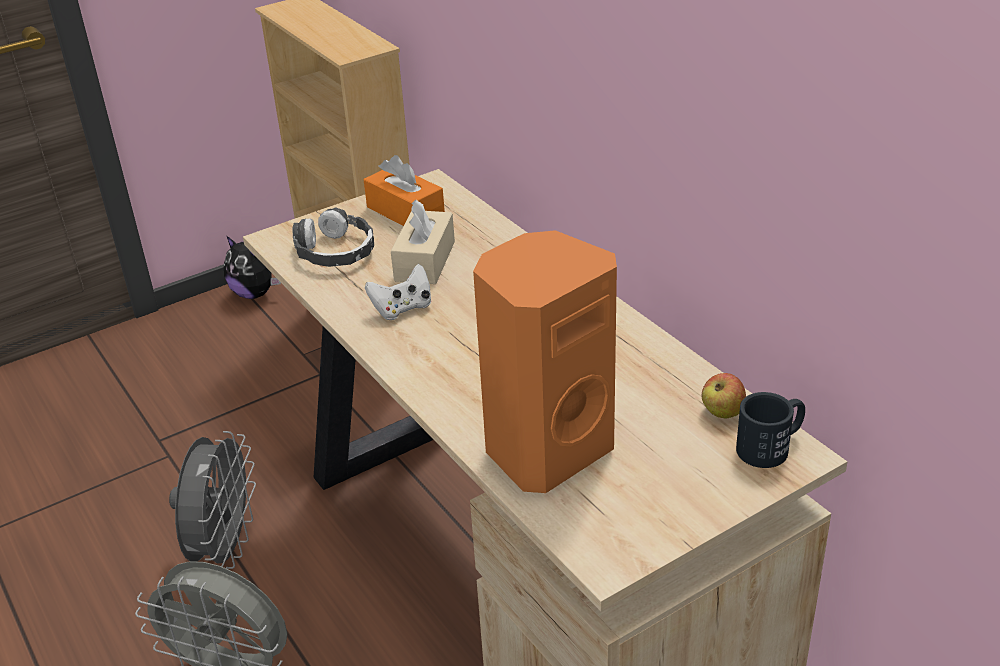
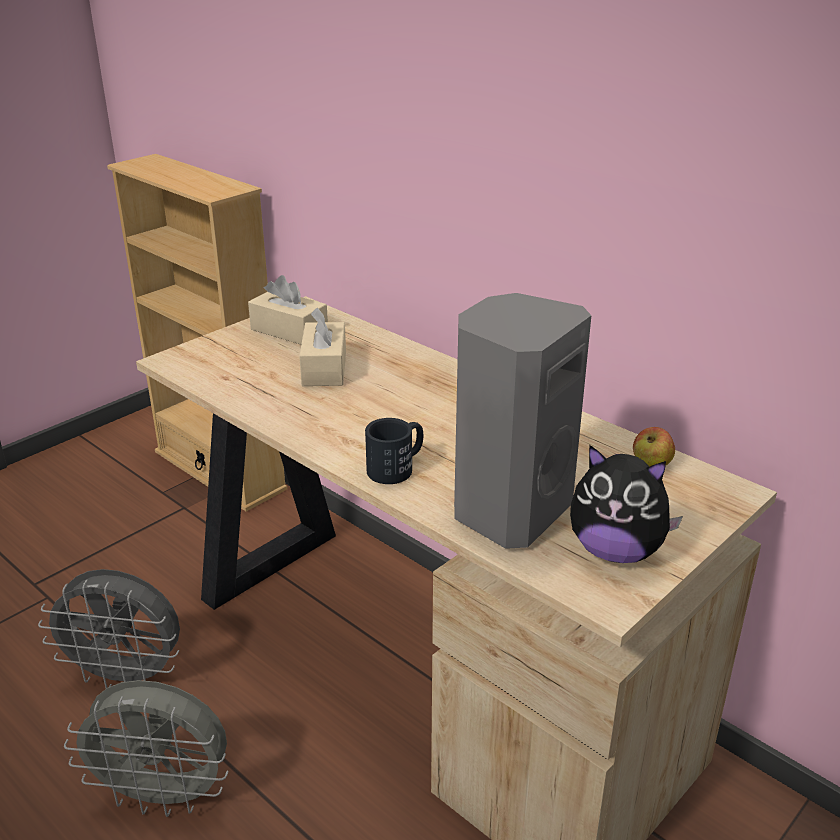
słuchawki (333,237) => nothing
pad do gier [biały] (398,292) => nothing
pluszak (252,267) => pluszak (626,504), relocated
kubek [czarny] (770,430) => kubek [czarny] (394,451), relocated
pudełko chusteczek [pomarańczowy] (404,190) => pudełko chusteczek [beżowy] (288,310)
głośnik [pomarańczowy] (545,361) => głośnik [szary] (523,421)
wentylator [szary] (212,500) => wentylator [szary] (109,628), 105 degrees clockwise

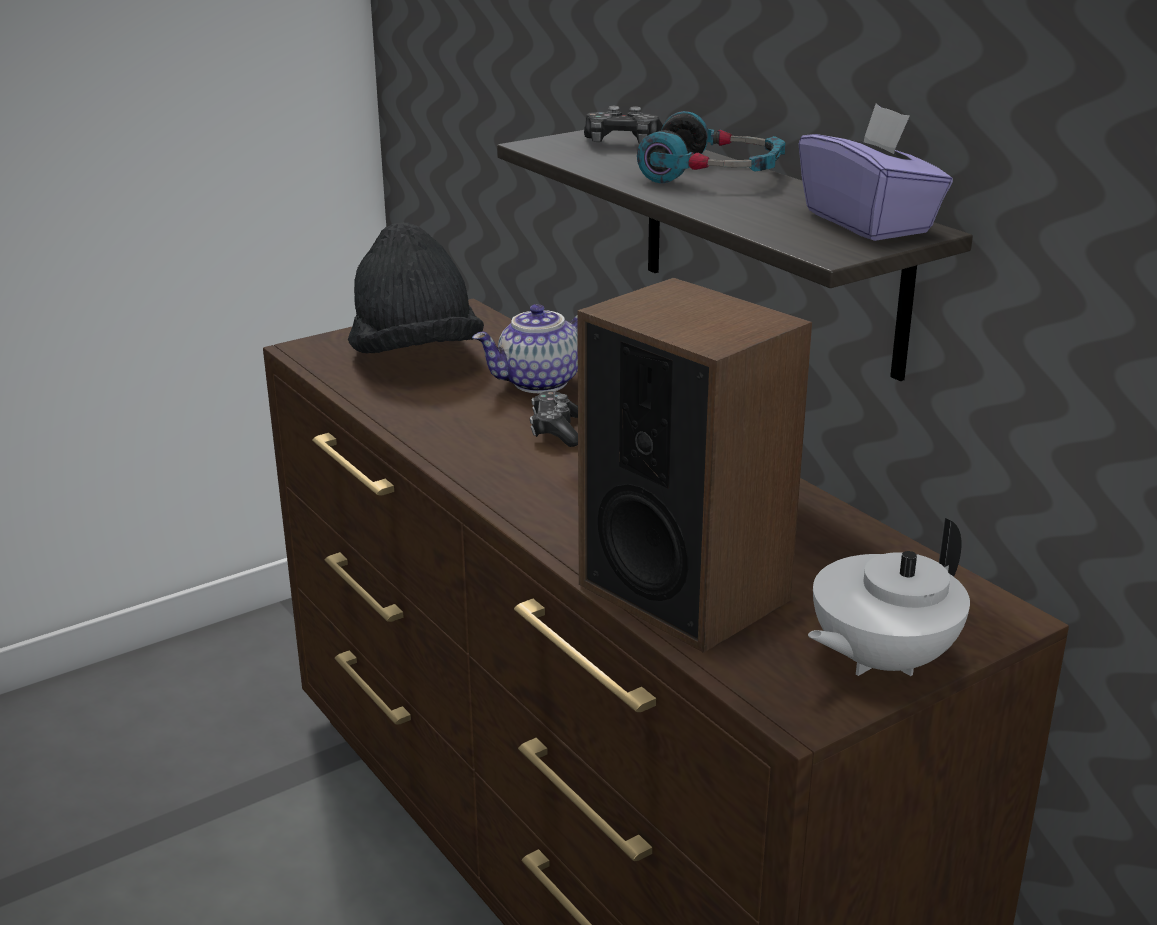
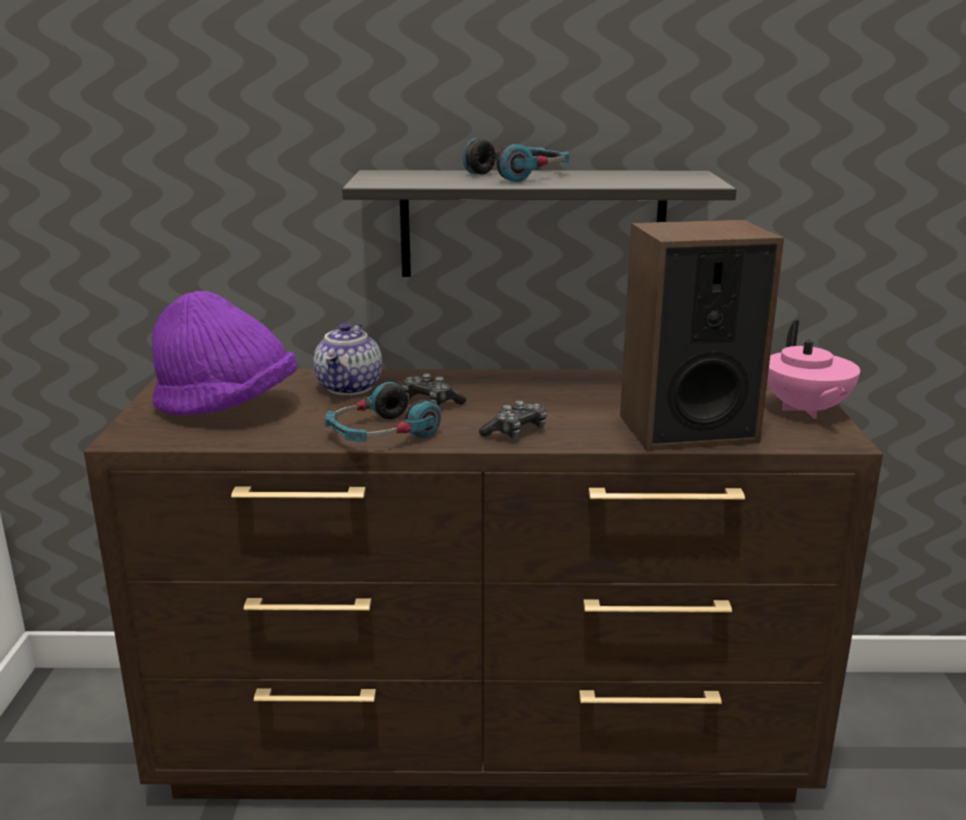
pudełko chusteczek [fioletowy] (876,172) => nothing
nothing => słuchawki (383,412)
pad do gier (623,125) => pad do gier (513,420), relocated
kapelusz [czarny] (416,288) => kapelusz [fioletowy] (224,353)
imbryk [biały] (889,597) => imbryk [różowy] (813,369)

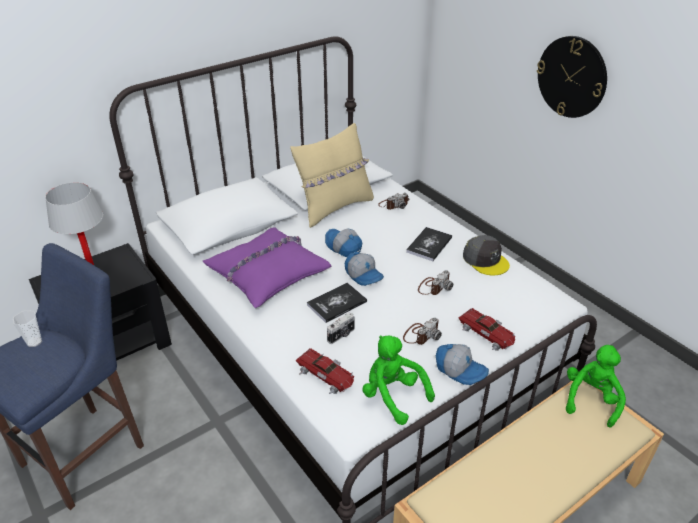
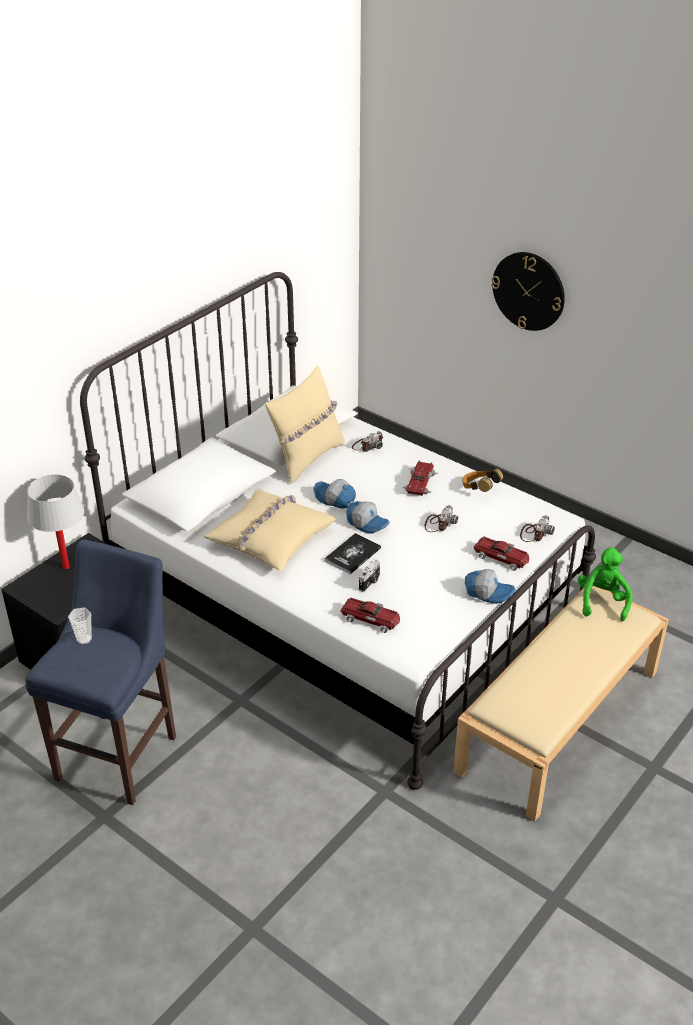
pluszak [zielony] (398,380) => nothing
aparat fotograficzny (422,331) => aparat fotograficzny (537,528), relocated
książka (429,244) => samochodzik (420,478)
czapka z daszkiem [szary] (486,255) => słuchawki (482,480)
poduszka [fioletowy] (267,267) => poduszka [beżowy] (270,531)

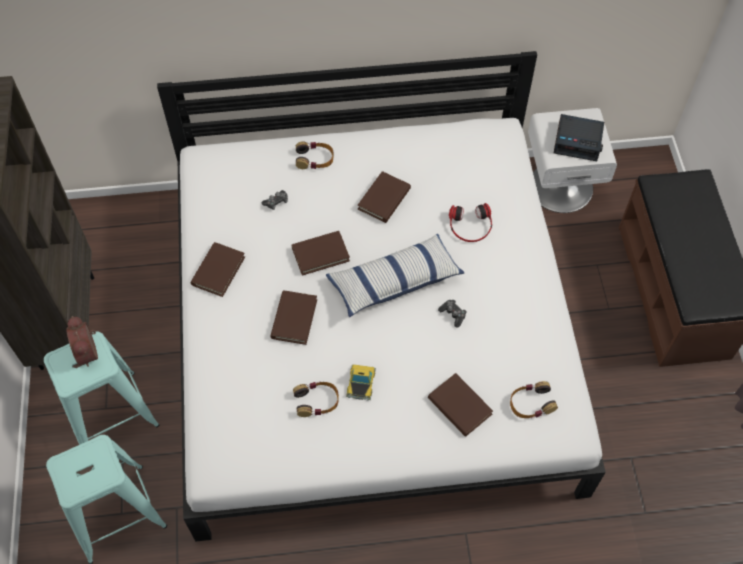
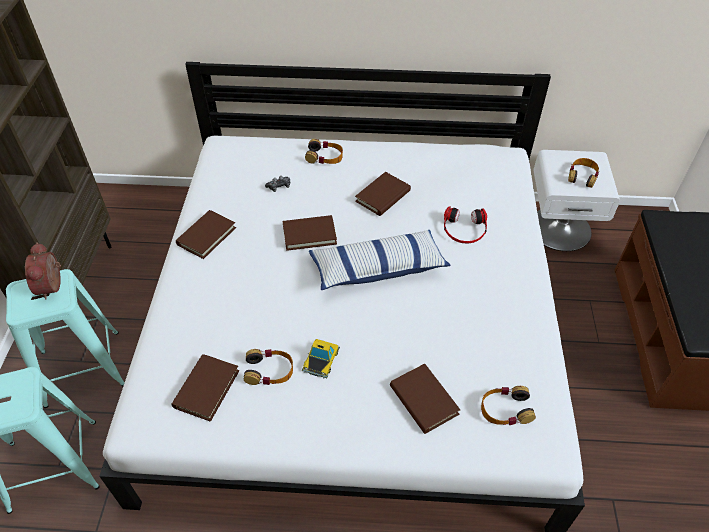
pad do gier (452,314) => nothing
książka [brązowy] (293,317) => książka [brązowy] (205,388), relocated
budzik (579,137) => słuchawki (583,173)

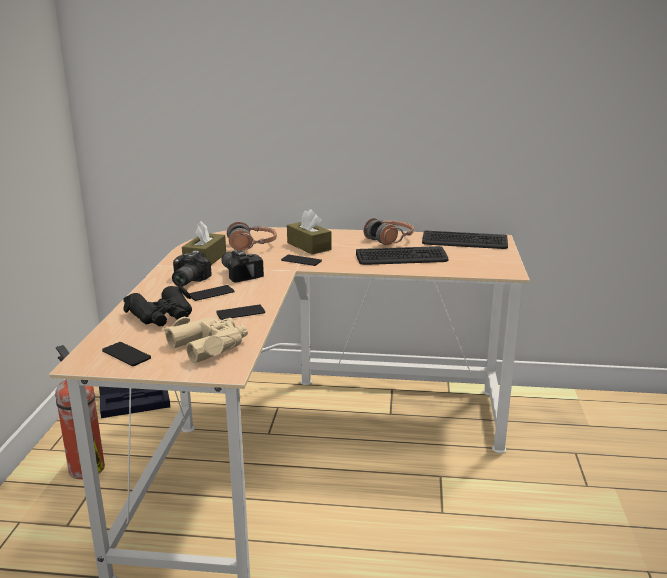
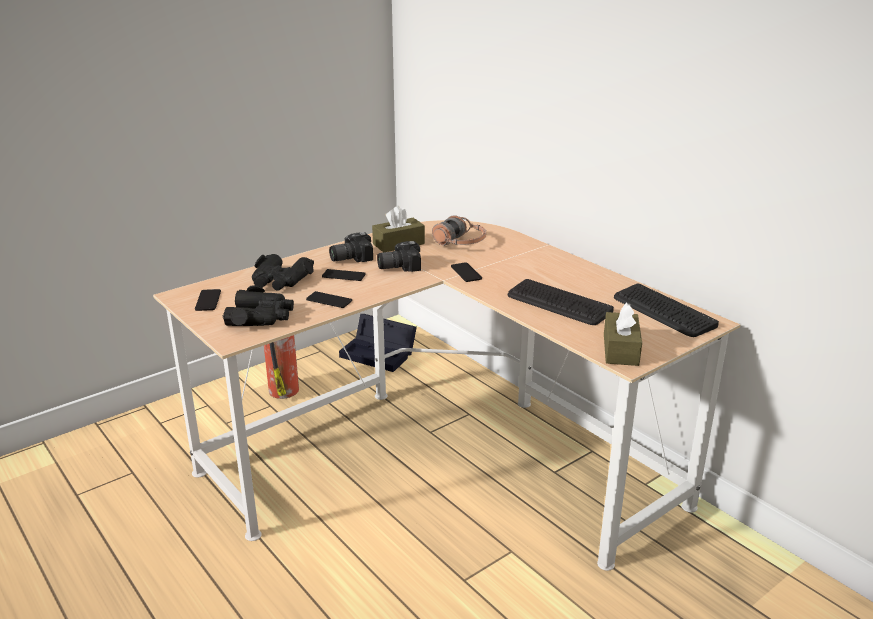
słuchawki (389,231) => nothing
pudełko chusteczek [brązowy] (309,231) => pudełko chusteczek [brązowy] (623,334), relocated
lornetka [beżowy] (206,340) => lornetka [czarny] (258,305)
aparat fotograficzny (242,266) => aparat fotograficzny (399,256), 120 degrees counterclockwise

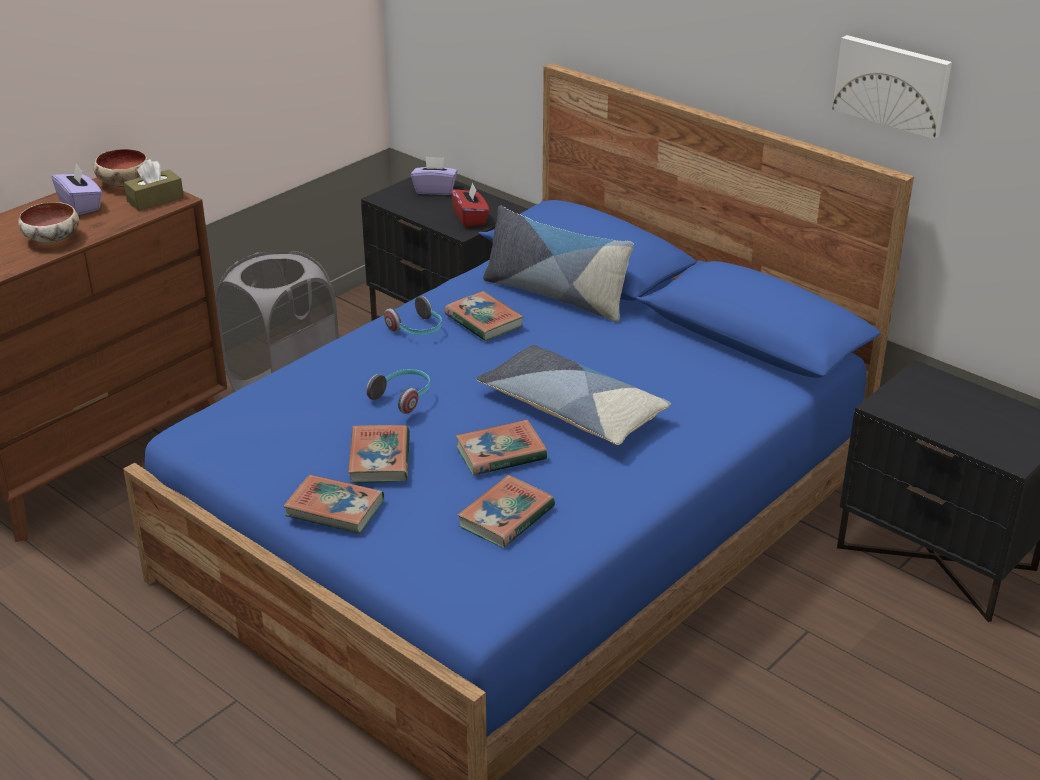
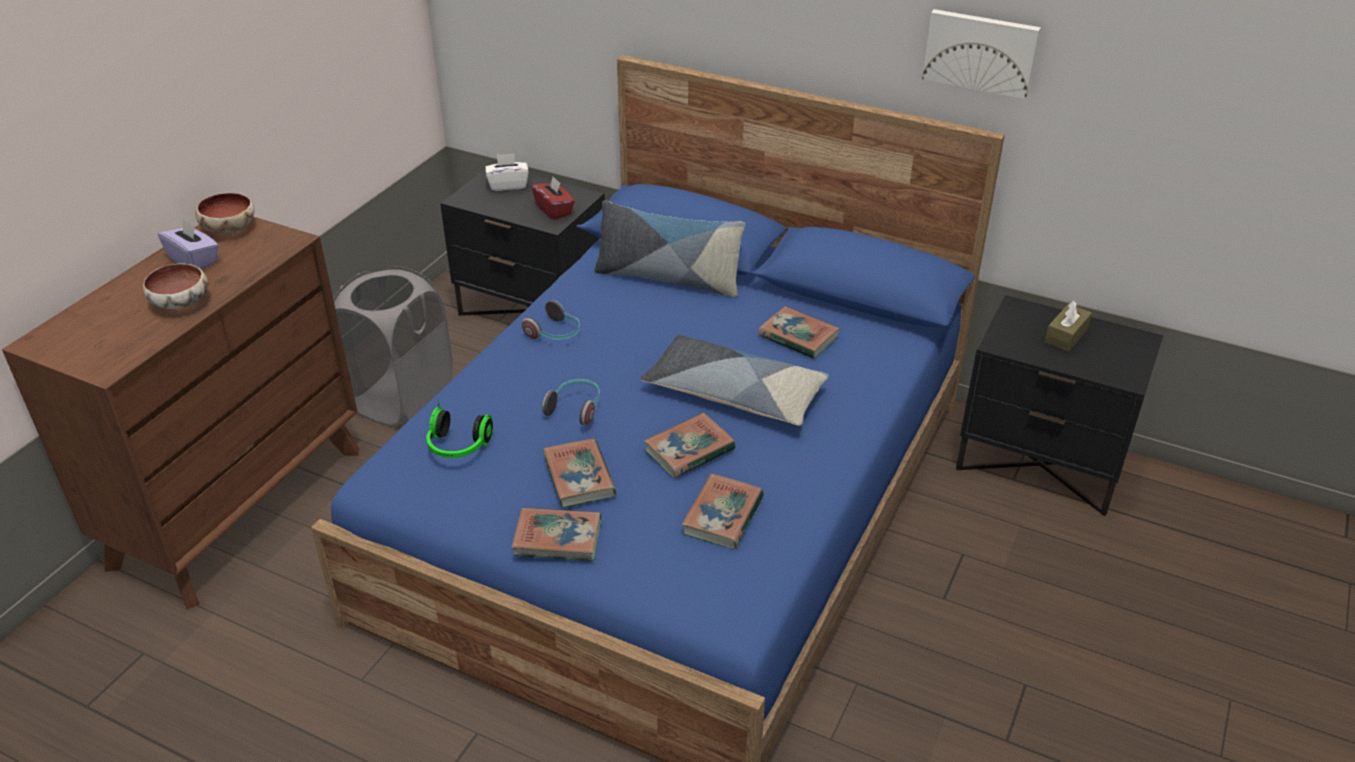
nothing => słuchawki (459,429)
pudełko chusteczek [brązowy] (154,185) => pudełko chusteczek [brązowy] (1068,326), relocated
książka (484,316) => książka (799,332), relocated
pudełko chusteczek [fioletowy] (434,176) => pudełko chusteczek [biały] (507,172)

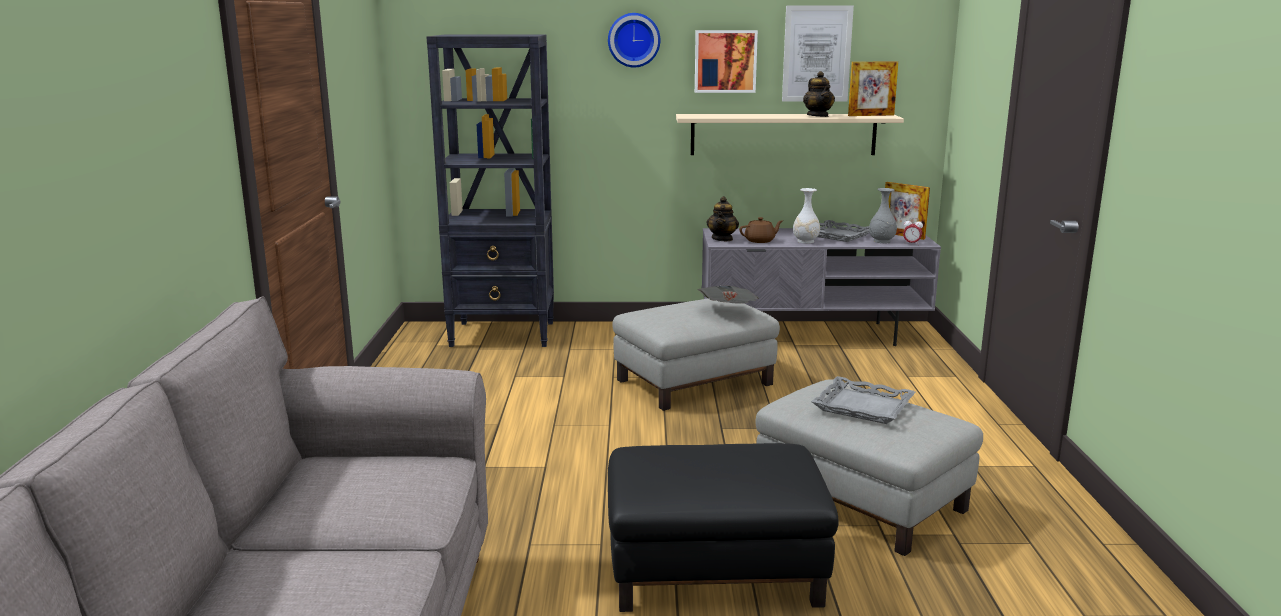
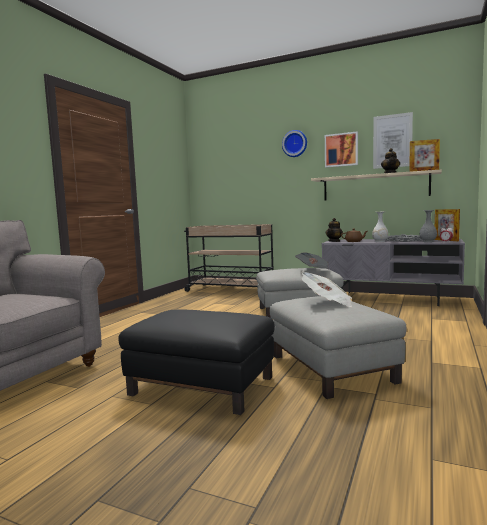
regał [czarny] (490,191) => wózek [beżowy] (228,258)
taca [szary] (863,400) => gazeta (326,289)

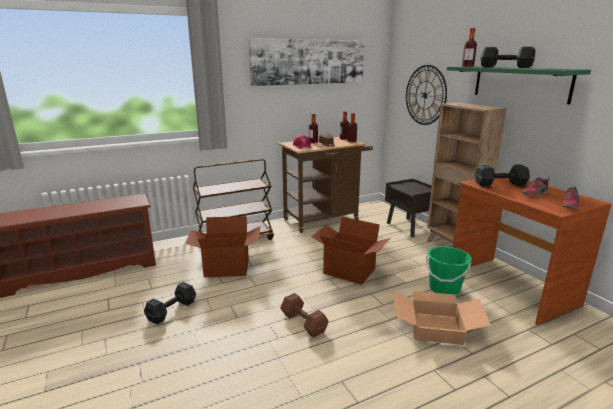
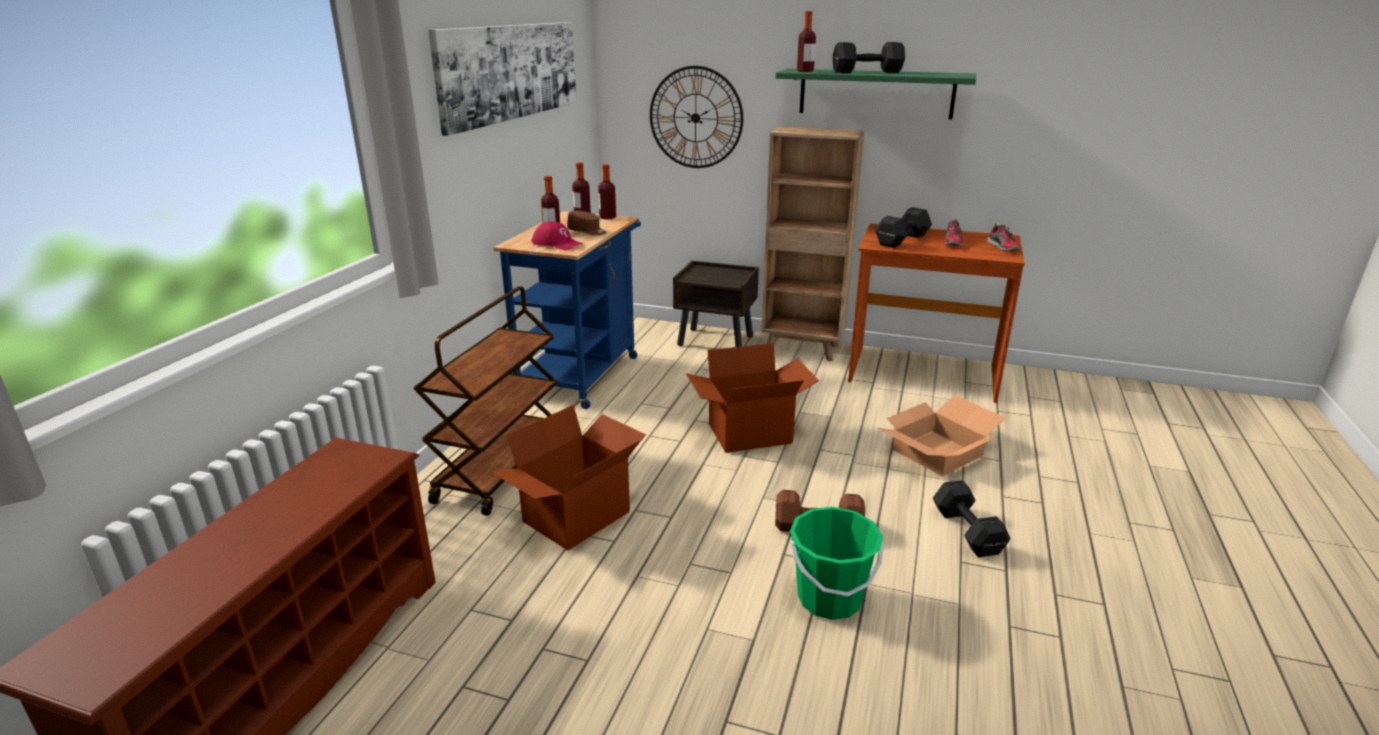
hantel [czarny] (170,303) => hantel [czarny] (971,518), relocated
wiadro [zielony] (449,270) => wiadro [zielony] (837,563), relocated
wózek [brązowy] (325,185) => wózek [niebieski] (567,310)

